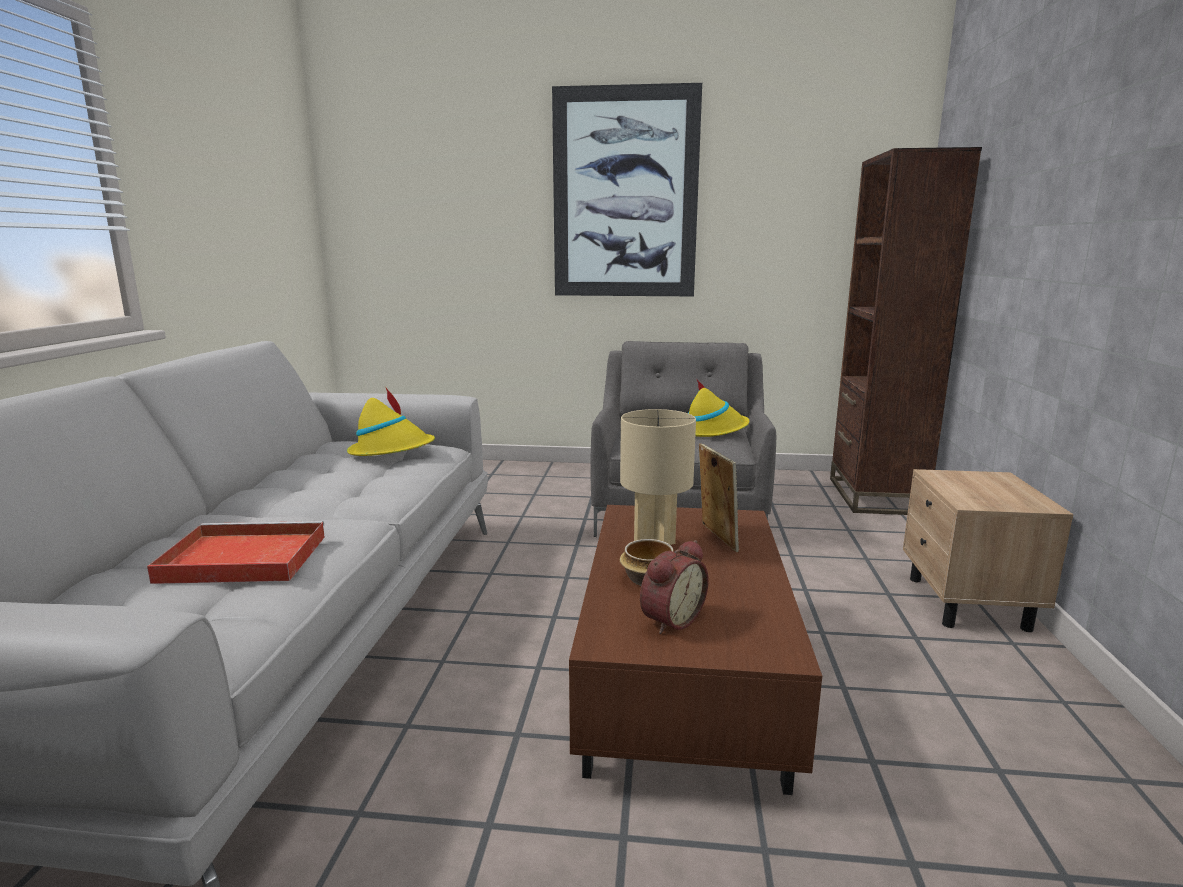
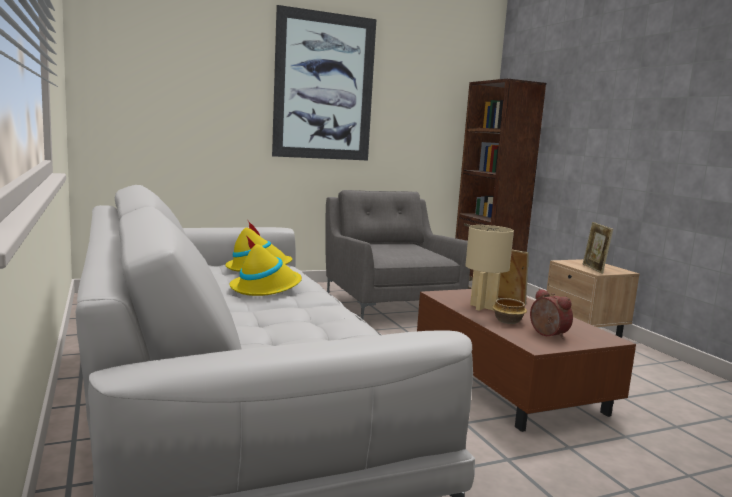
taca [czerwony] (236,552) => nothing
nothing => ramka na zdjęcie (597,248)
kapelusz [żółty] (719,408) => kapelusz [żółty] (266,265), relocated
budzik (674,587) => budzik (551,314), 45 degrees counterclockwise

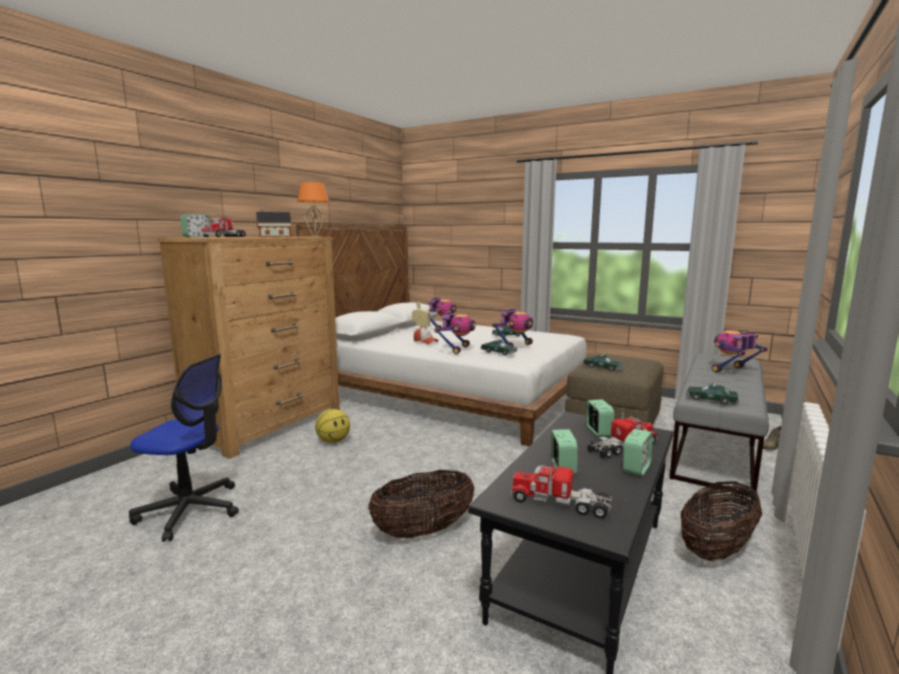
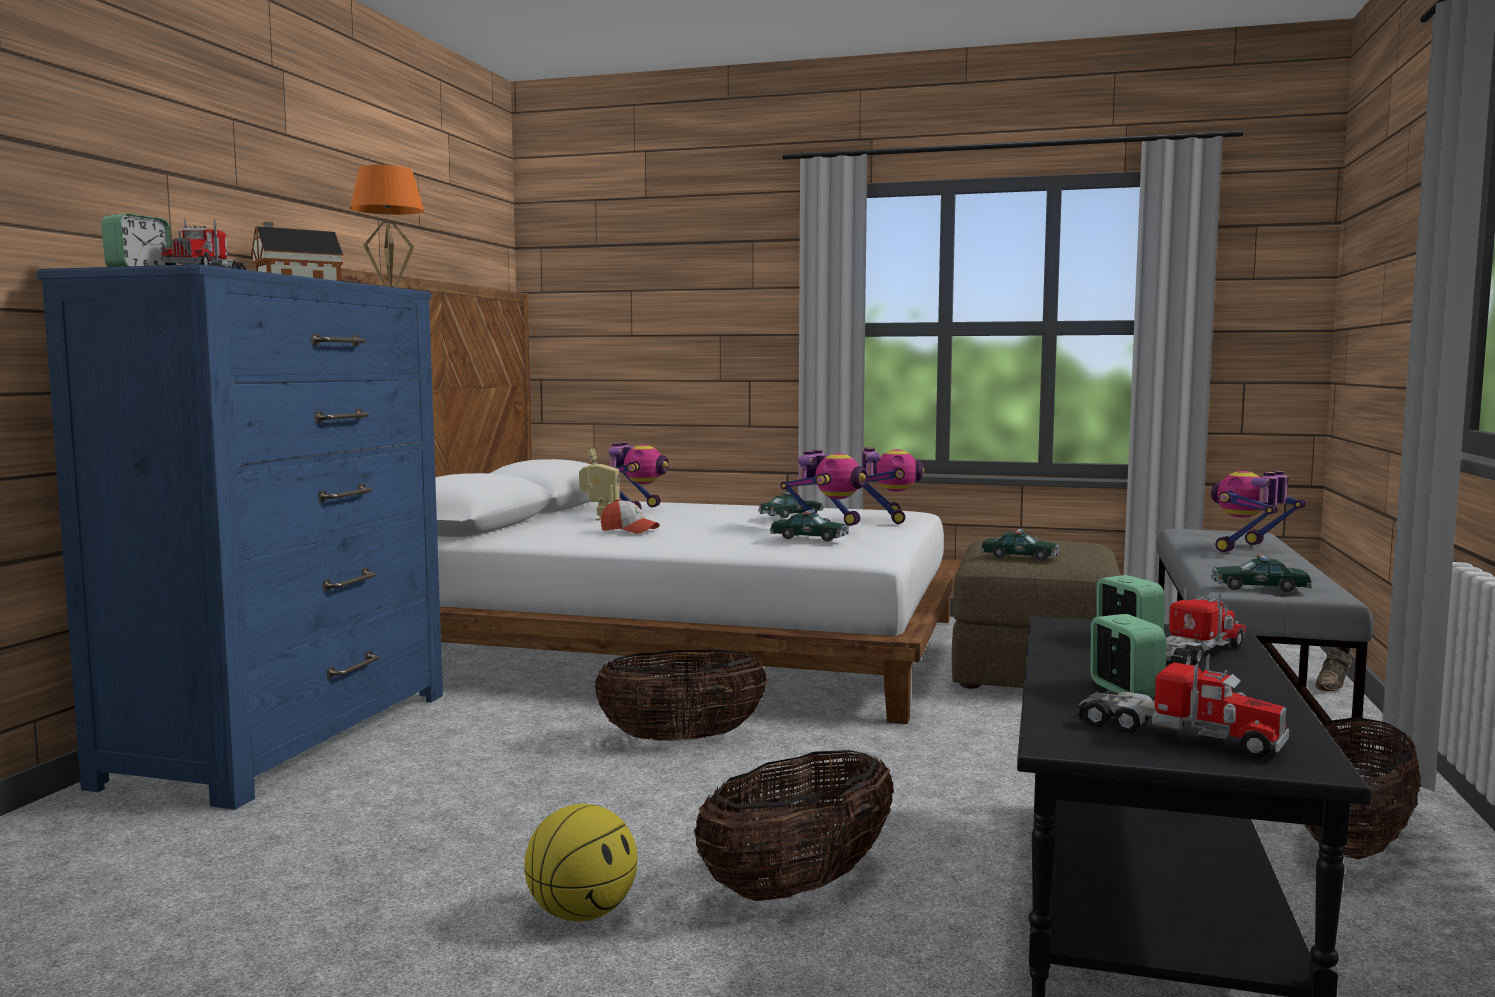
krzesło biurowe (184,448) => nothing
budzik (638,452) => nothing
nothing => koszyk (681,695)
piłka do koszykówki (332,426) => piłka do koszykówki (581,862), relocated
robot zabawkowy (455,332) => robot zabawkowy (893,485), relocated
komoda [brązowy] (248,348) => komoda [niebieski] (239,537)
ciężarówka zabawkowa (561,488) => ciężarówka zabawkowa (1184,706), 150 degrees counterclockwise

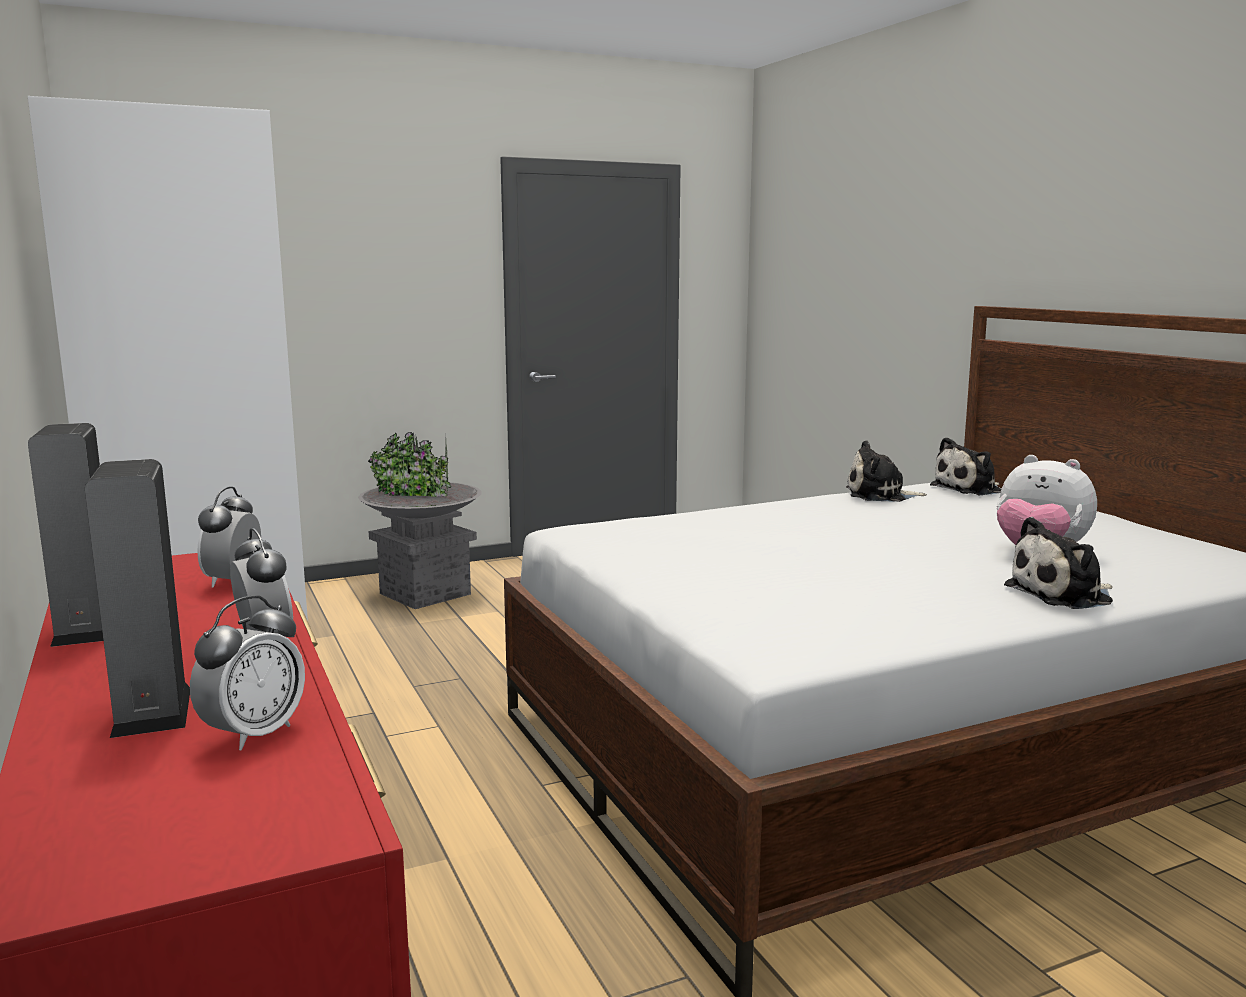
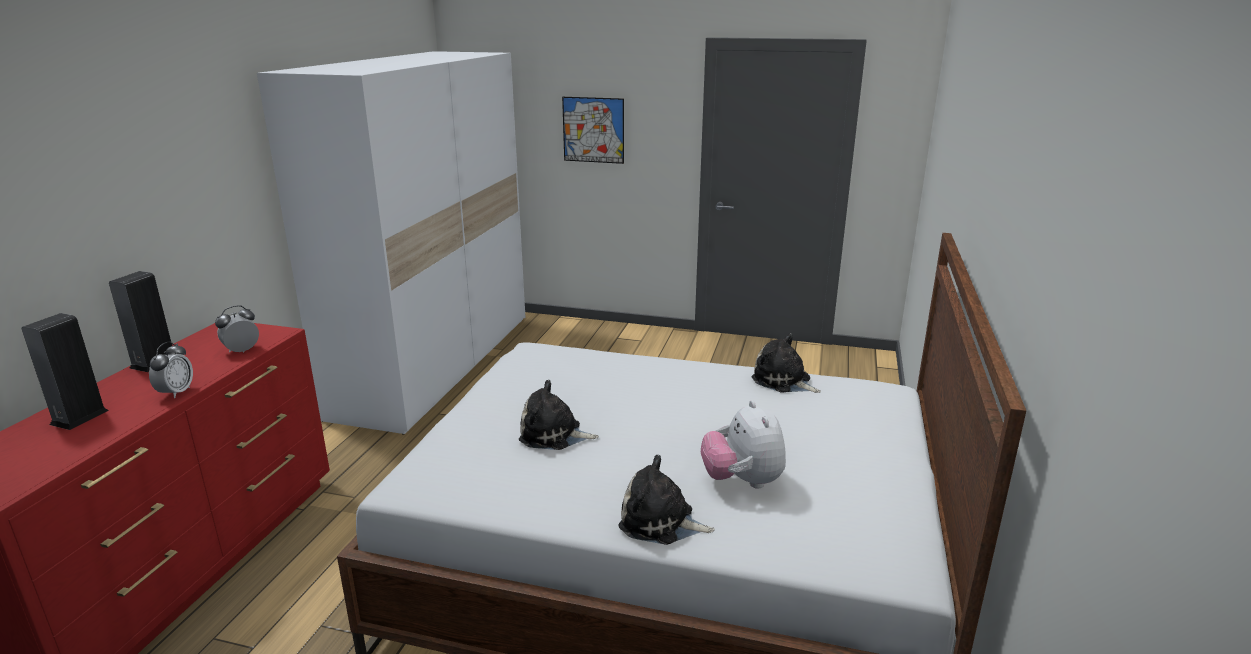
budzik (247,672) => nothing
donica [szary] (420,520) => nothing
nothing => obraz (593,130)
pluszak (965,466) => pluszak (559,415), relocated

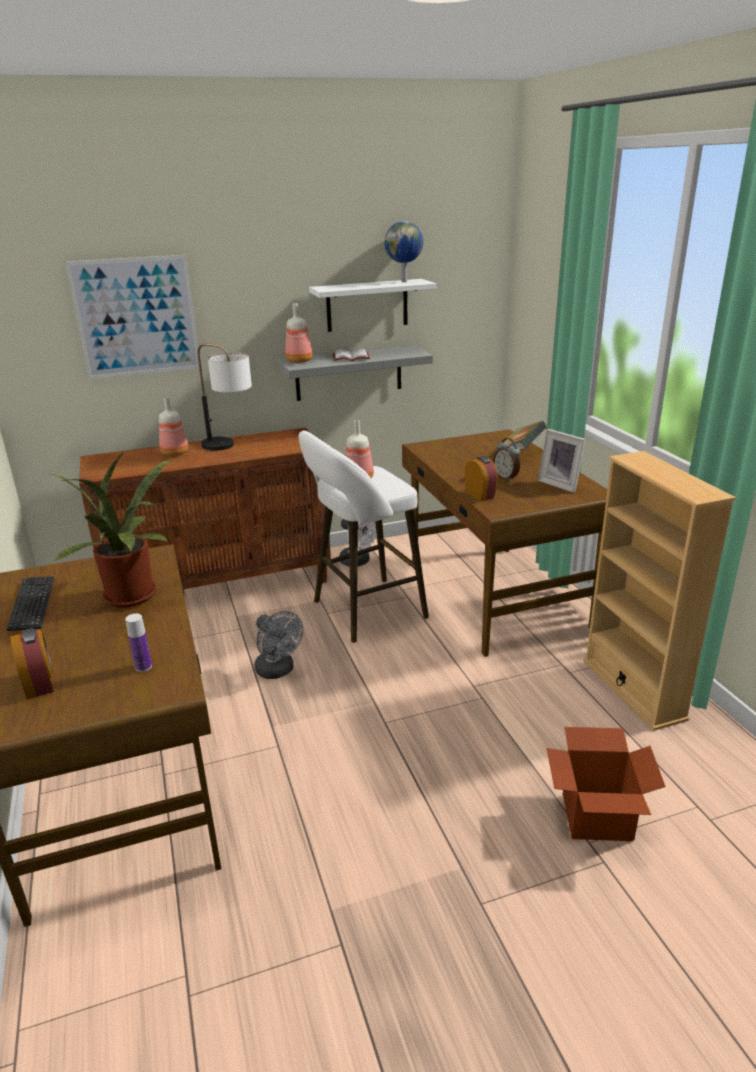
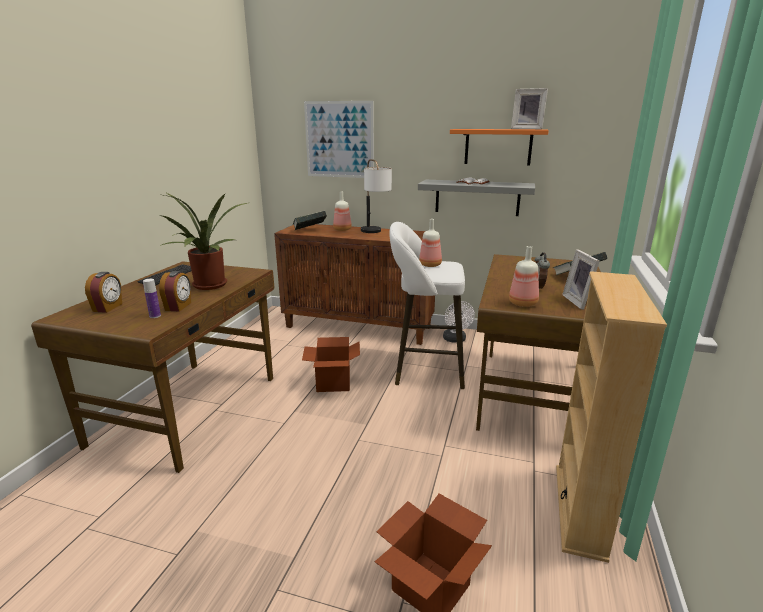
nothing => książka (310,220)
butelka (299,333) => butelka (524,276), relocated
budzik (481,479) => budzik (175,291), relocated
wentylator [szary] (278,645) => karton (331,364)
globus (404,251) => ramka na zdjęcie (529,108)
półka [biały] (372,305) => półka [pomarańczowy] (499,147)

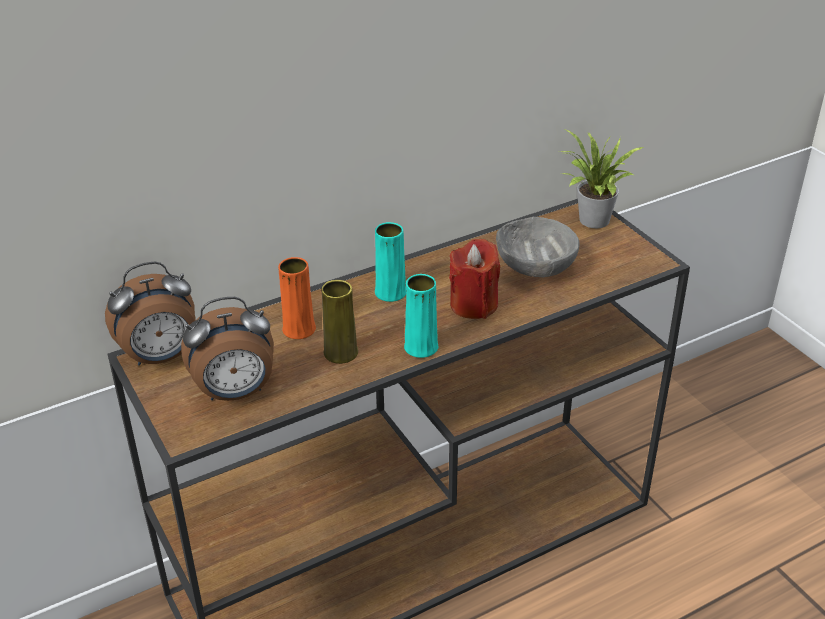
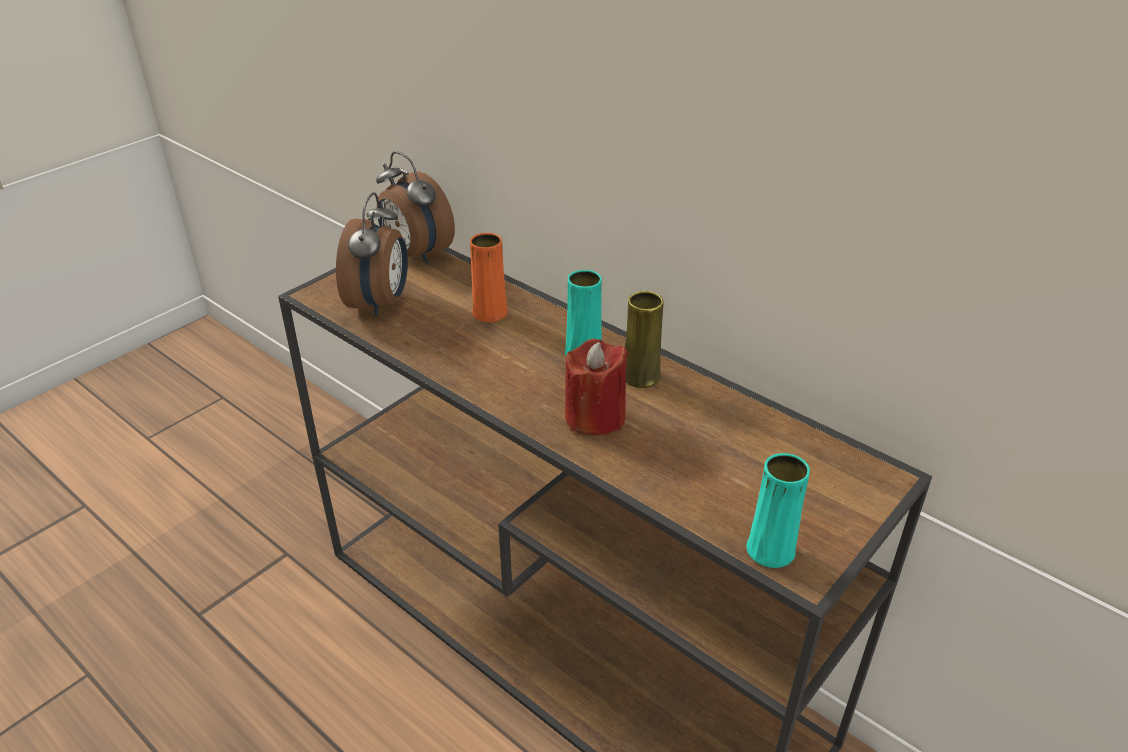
miska [szary] (538,247) => nothing
roślina doniczkowa (603,178) => nothing
wazon [żółty] (339,322) => wazon [żółty] (644,339), relocated
wazon [turkusowy] (421,316) => wazon [turkusowy] (778,510), relocated
budzik (227,349) => budzik (372,254), 135 degrees counterclockwise

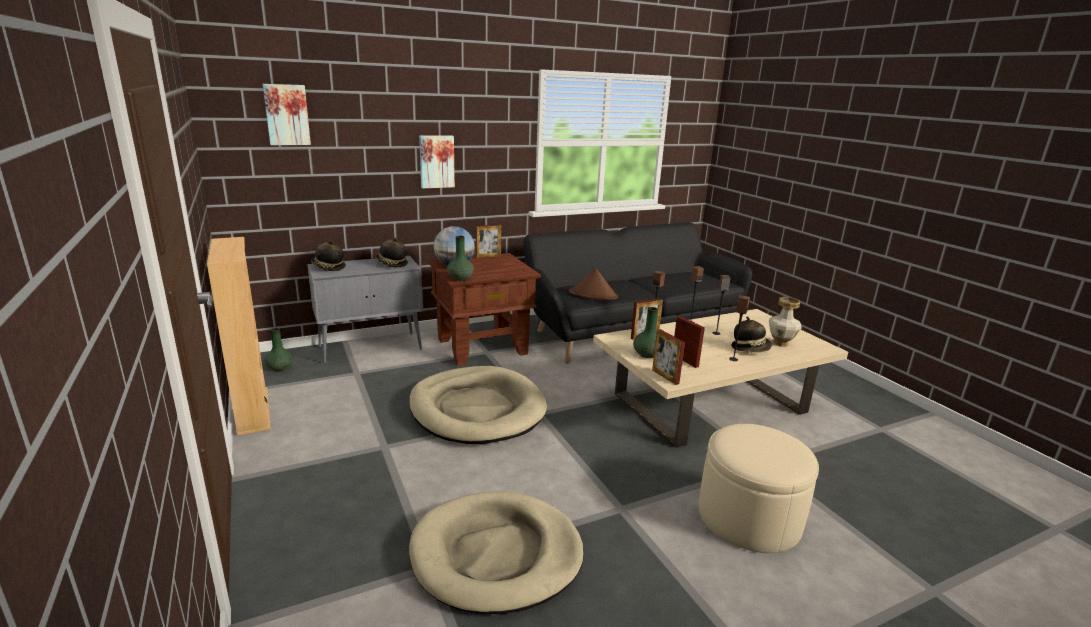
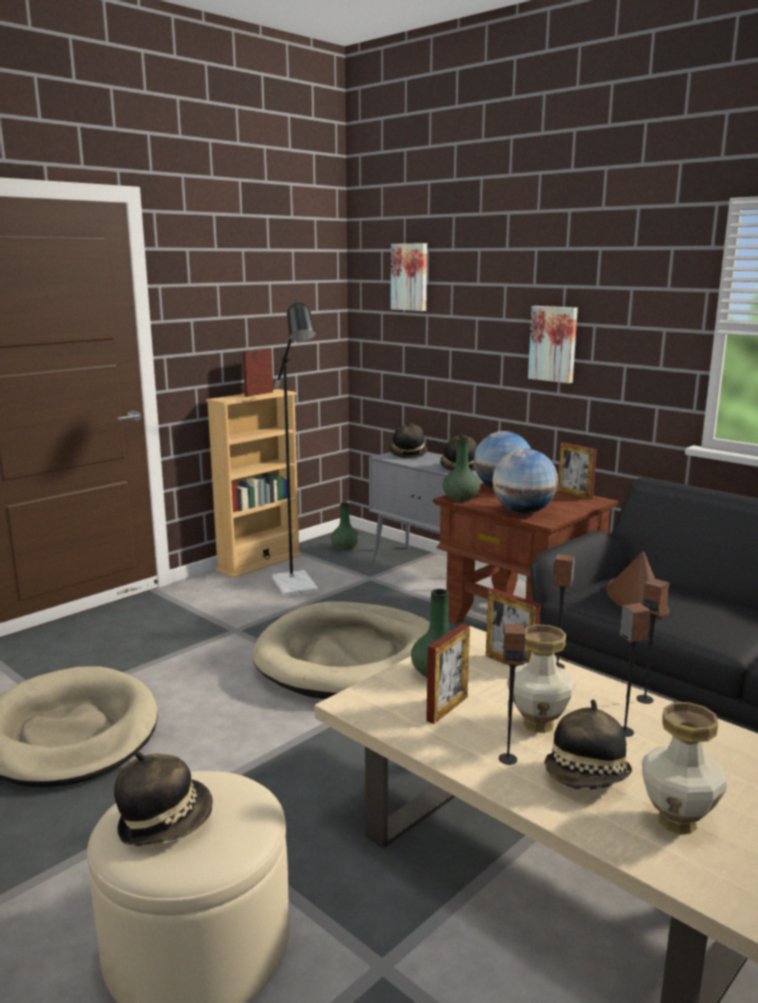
nothing => kapelusz (163,799)
nothing => lampa stojąca [czarny] (295,448)
nothing => globus (525,481)
nothing => wazon (541,679)
ramka na zdjęcie (668,357) => ramka na zdjęcie (258,373), relocated

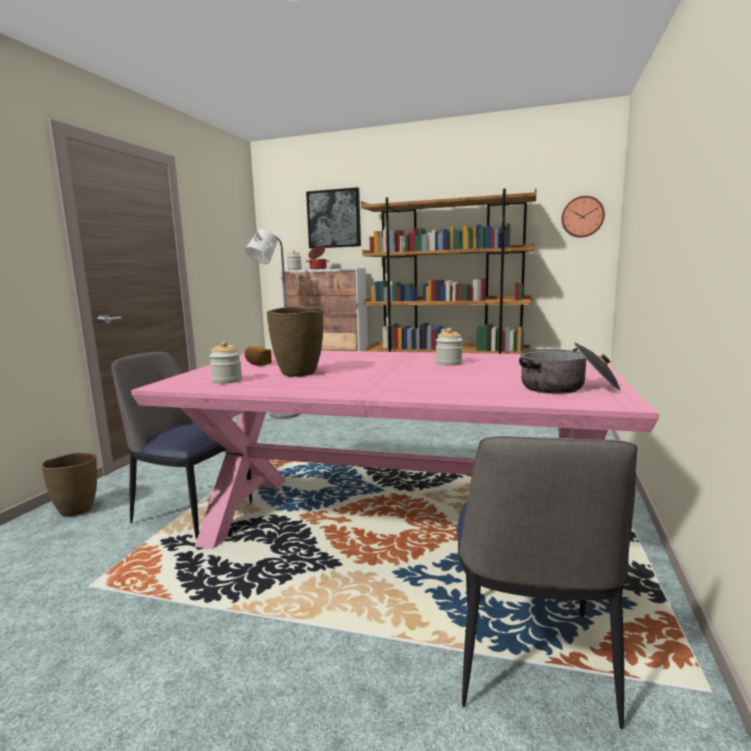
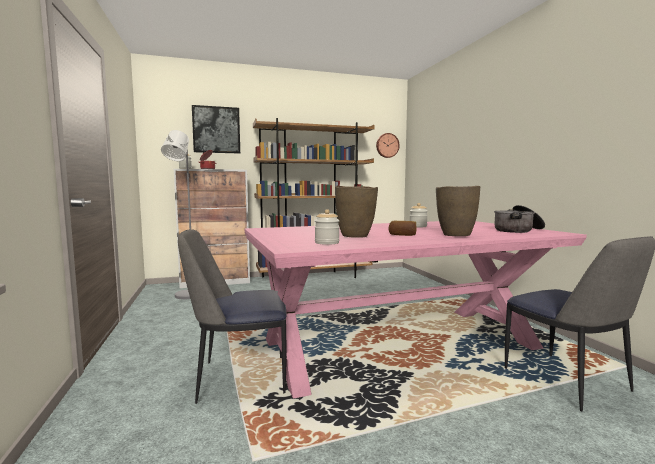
wazon [brązowy] (69,484) => wazon [brązowy] (458,211), relocated
chleb (258,356) => chleb (402,228), relocated

